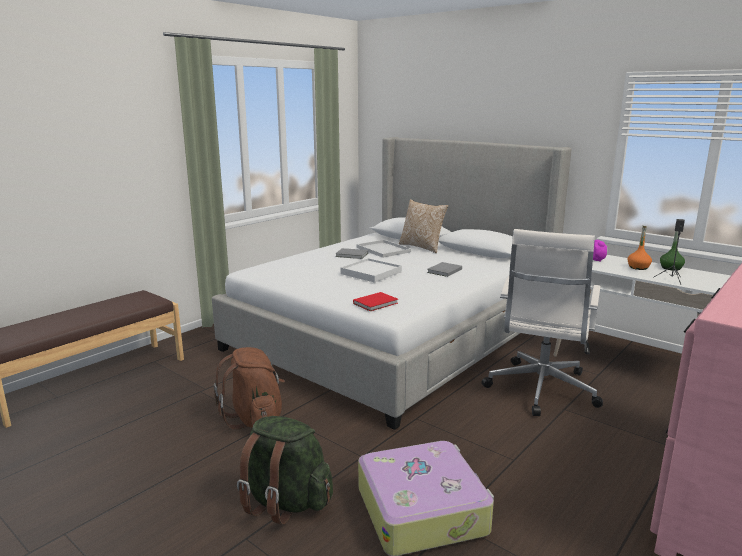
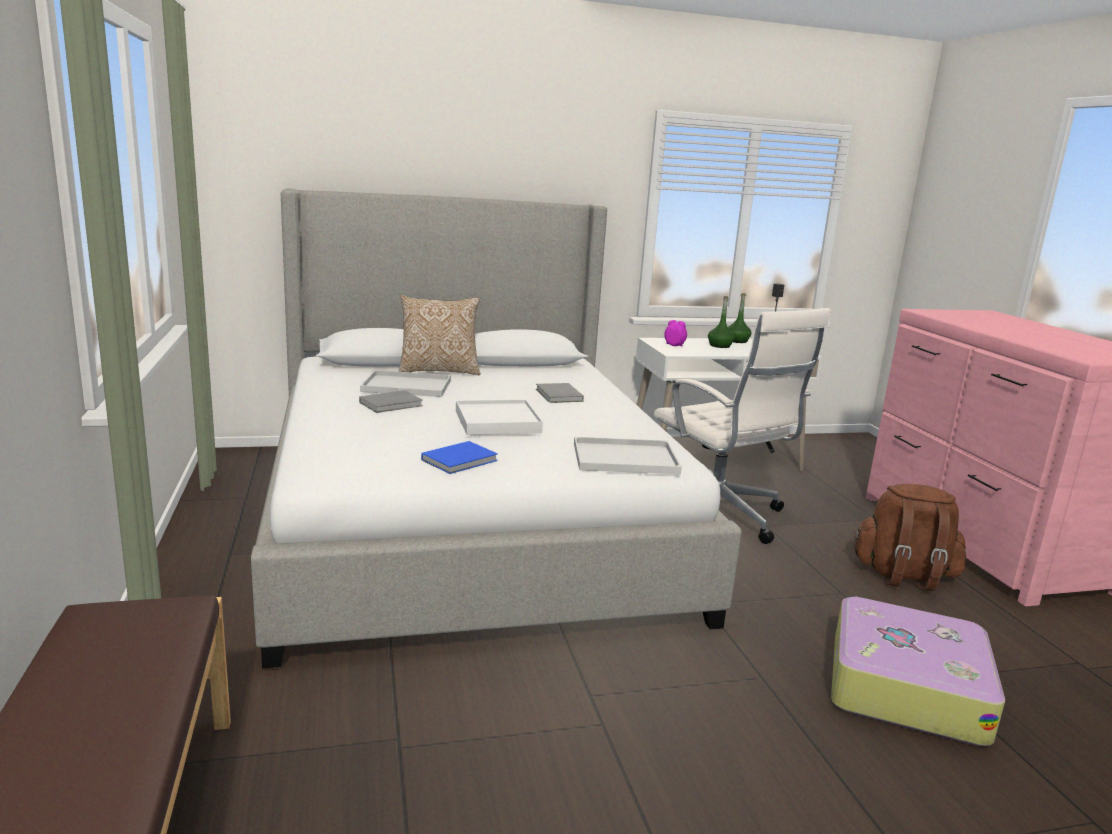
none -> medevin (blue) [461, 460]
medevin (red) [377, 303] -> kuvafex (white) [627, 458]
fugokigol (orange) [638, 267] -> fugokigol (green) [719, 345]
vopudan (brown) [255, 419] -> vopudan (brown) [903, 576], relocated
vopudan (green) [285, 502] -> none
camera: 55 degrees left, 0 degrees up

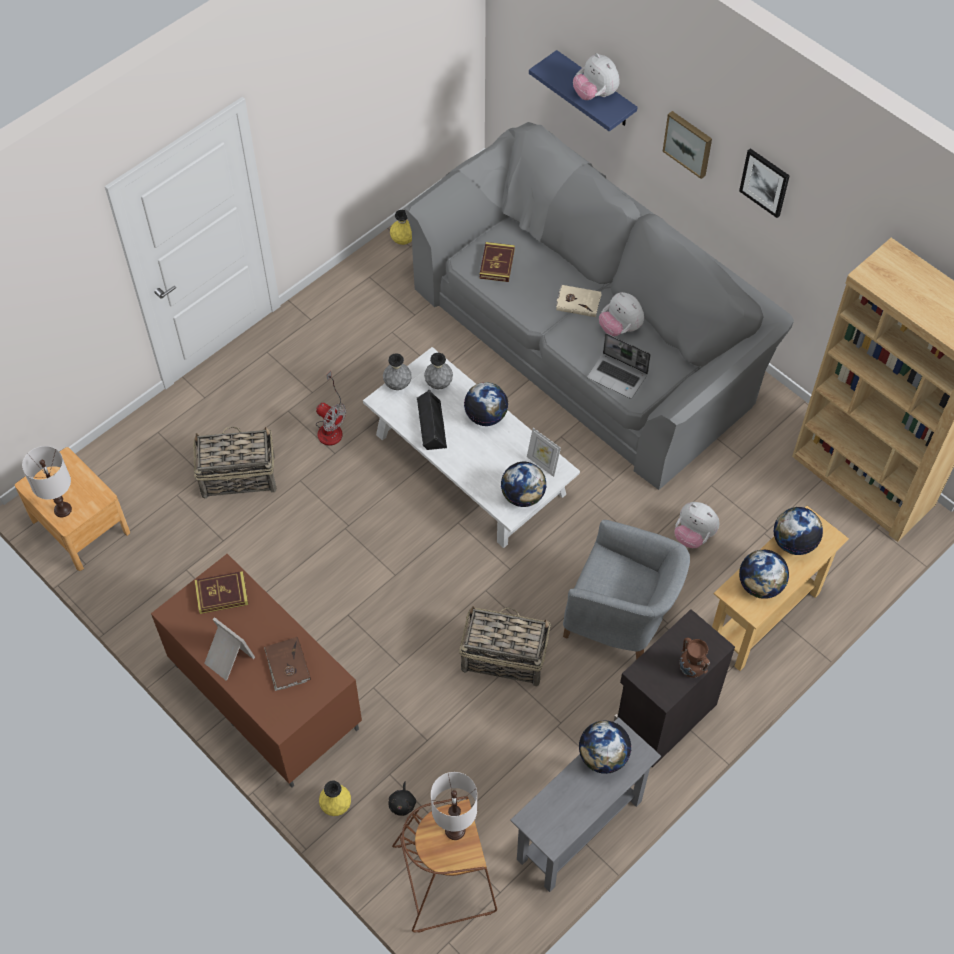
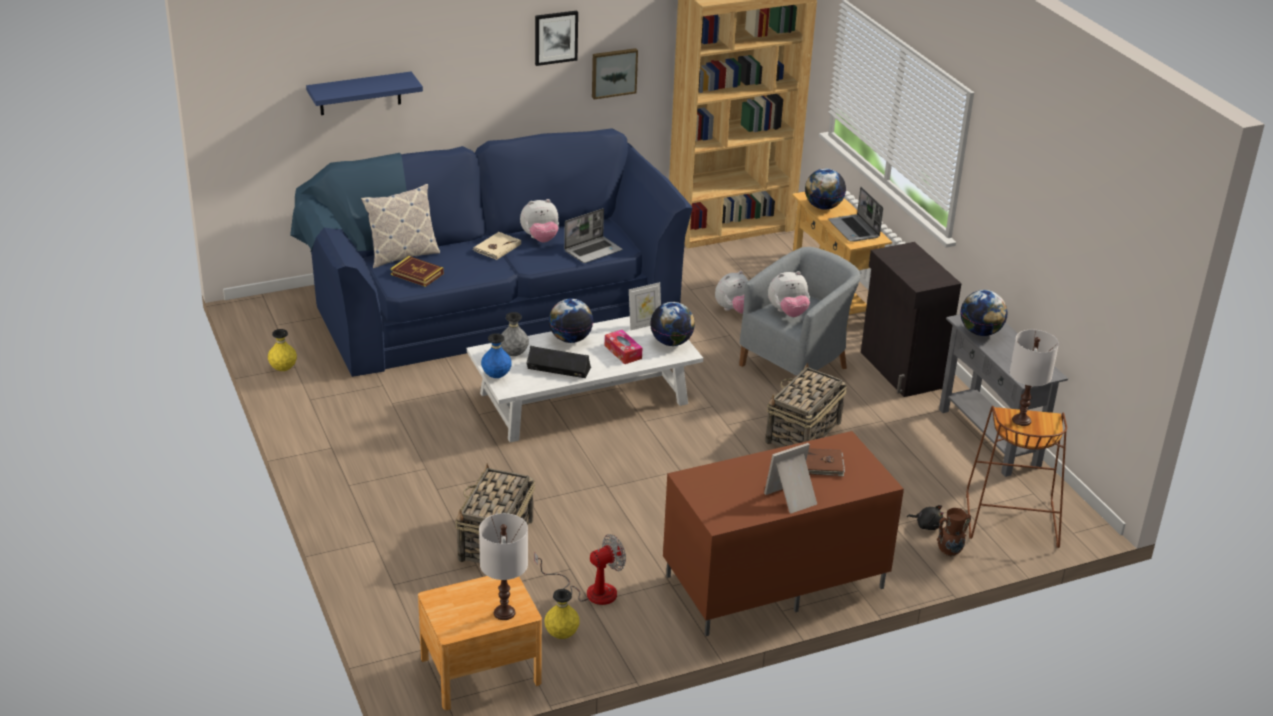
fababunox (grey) [588, 338] -> fababunox (blue) [491, 303]
none -> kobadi [402, 255]
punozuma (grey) [398, 384] -> punozuma (blue) [496, 376]
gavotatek [330, 426] -> gavotatek [590, 591], relocated
punozuma (yellow) [336, 805] -> punozuma (yellow) [561, 635], relocated
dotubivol [689, 143] -> dotubivol [613, 72], relocated
none -> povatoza [623, 352]
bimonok [595, 94] -> bimonok [788, 313], relocated
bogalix [760, 585] -> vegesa [854, 229]
punozuma (brown) [691, 670] -> punozuma (brown) [949, 552], relocated
medevin [222, 594] -> none
camera: 70 degrees left, 25 degrees down

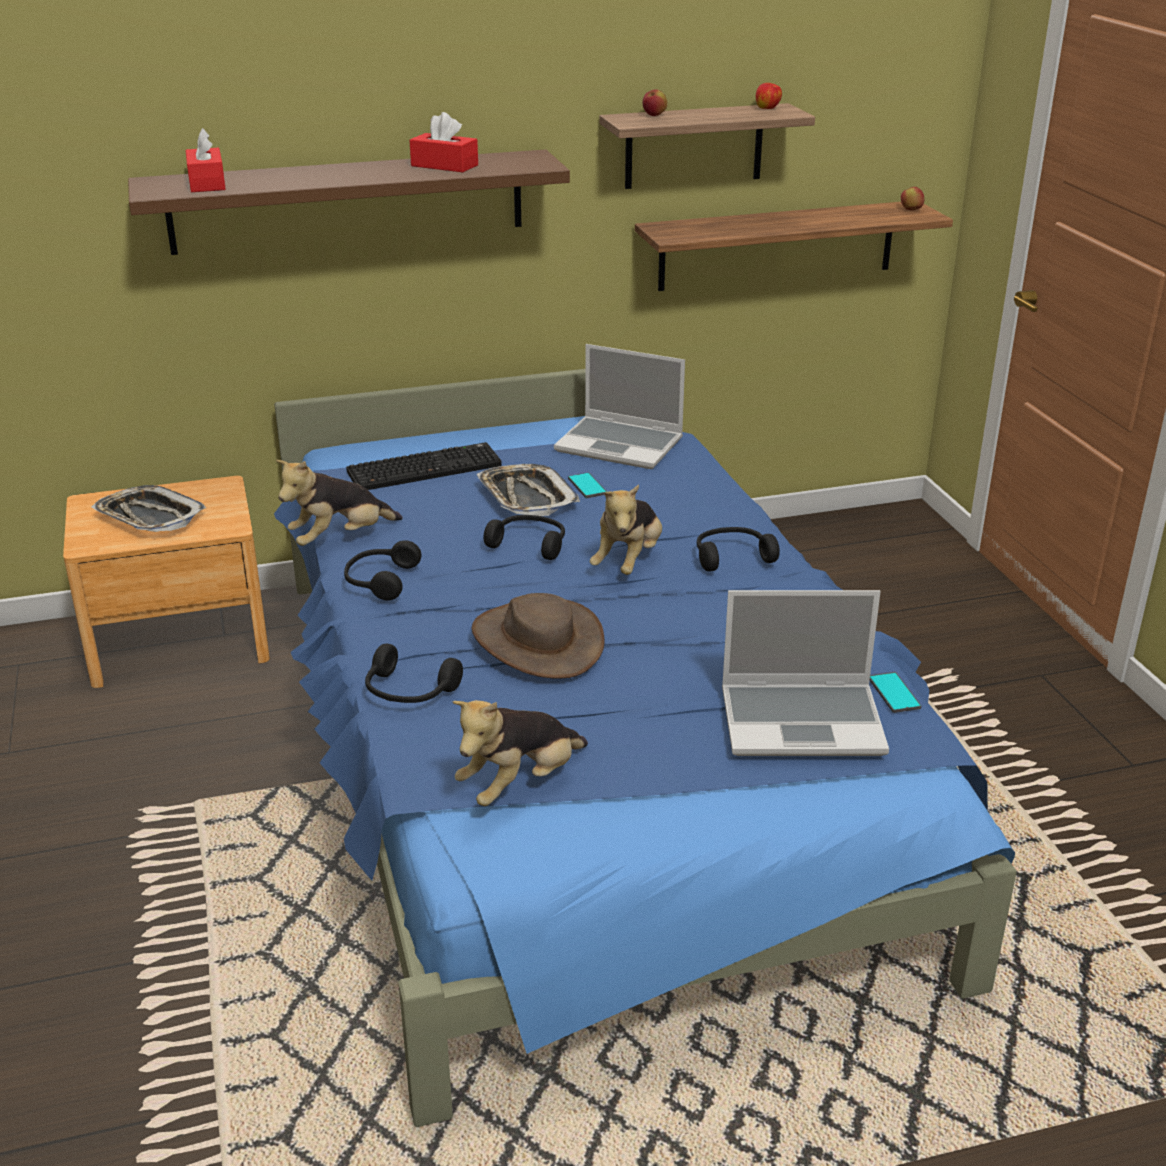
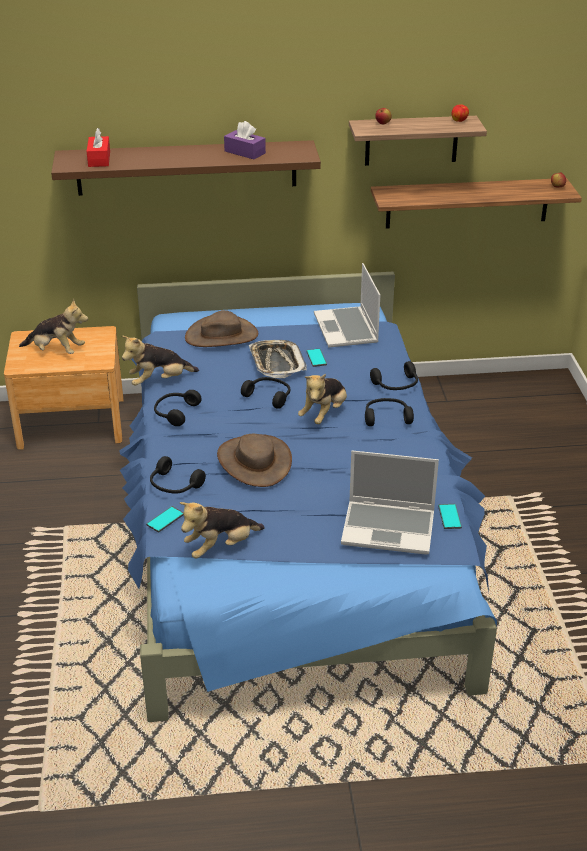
kuvafex [149, 517] -> bimonok [56, 351]
none -> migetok [165, 519]
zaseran [425, 468] -> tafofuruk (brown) [221, 335]
povatoza (red) [444, 165] -> povatoza (purple) [245, 152]
vegesa [621, 445] -> vegesa [347, 329], 45 degrees clockwise
none -> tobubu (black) [396, 385]
camera: 10 degrees right, 5 degrees up

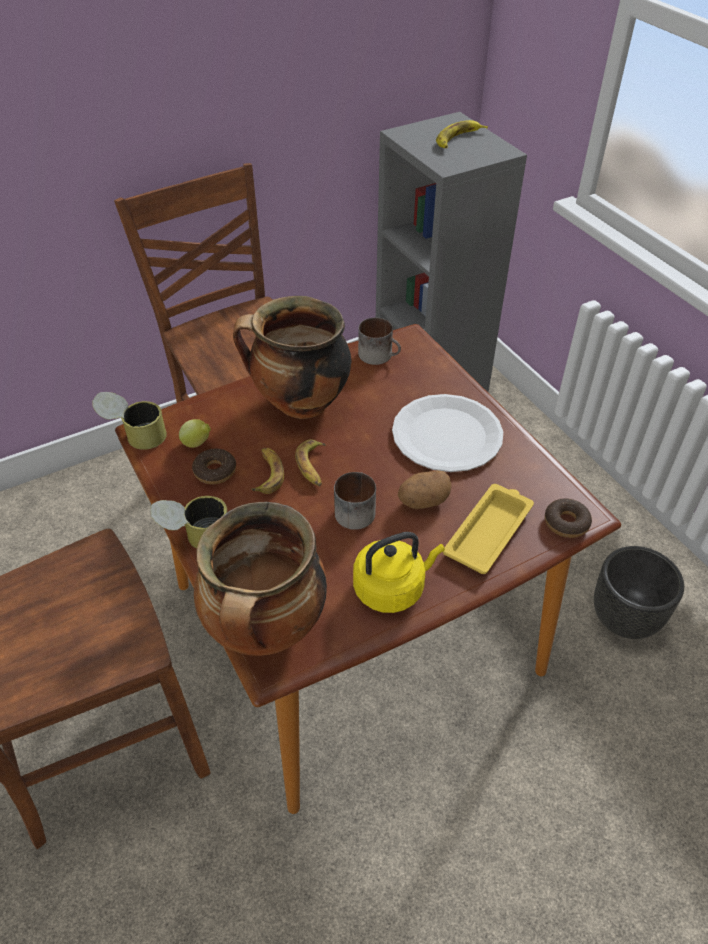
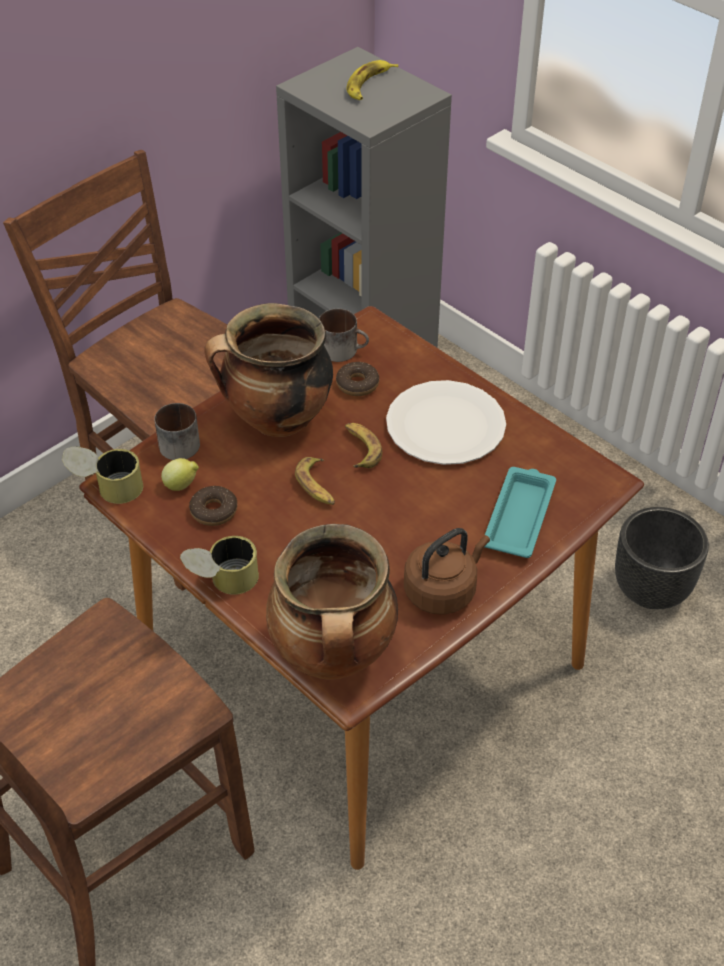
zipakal [354, 509] -> zipakal [178, 442], relocated
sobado [566, 523] -> sobado [357, 384], relocated
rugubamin [267, 474] -> rugubamin [360, 449], relocated
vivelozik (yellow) [392, 588] -> vivelozik (brown) [443, 590]
kuvafex (yellow) [489, 531] -> kuvafex (turquoise) [519, 516]
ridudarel [423, 501] -> none
camera: 15 degrees left, 0 degrees up

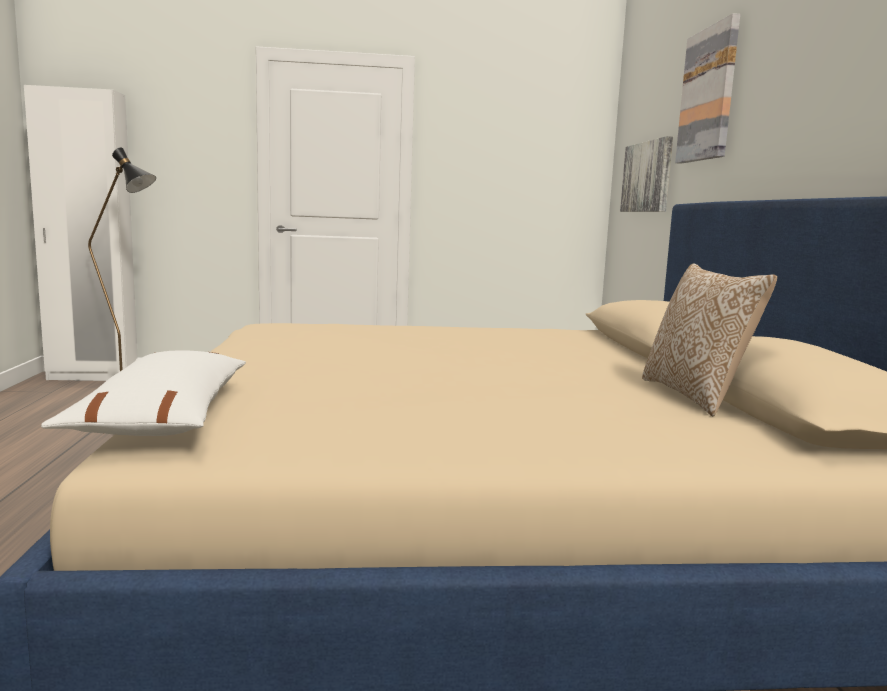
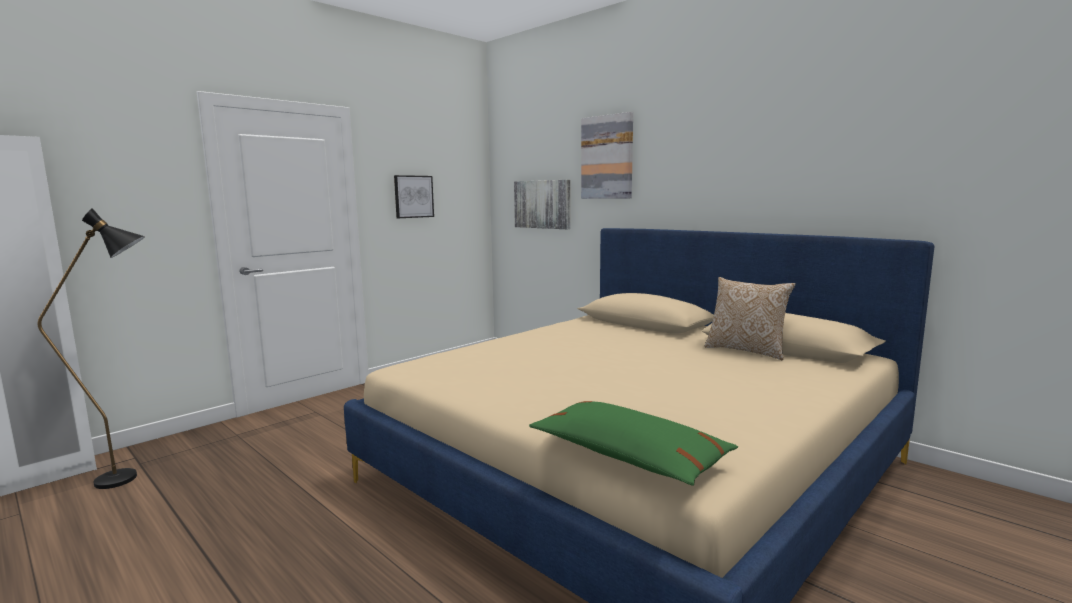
none -> dotubivol [413, 196]
kobadi (white) [165, 416] -> kobadi (green) [628, 456]
camera: 40 degrees left, 0 degrees up

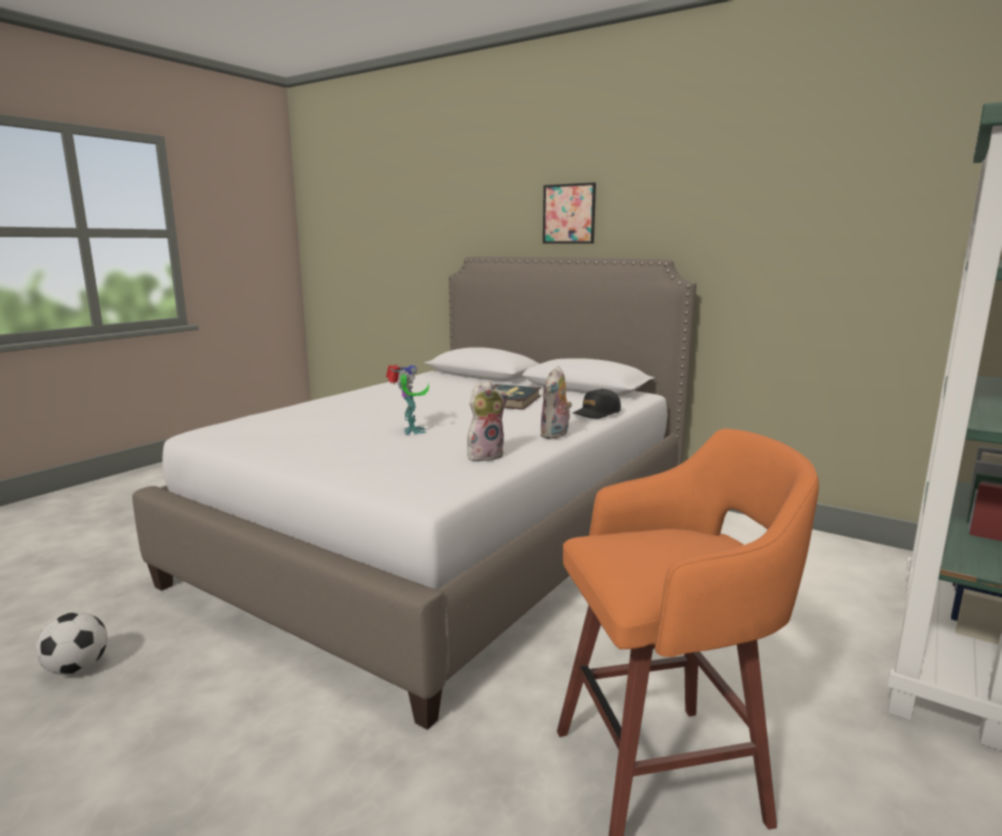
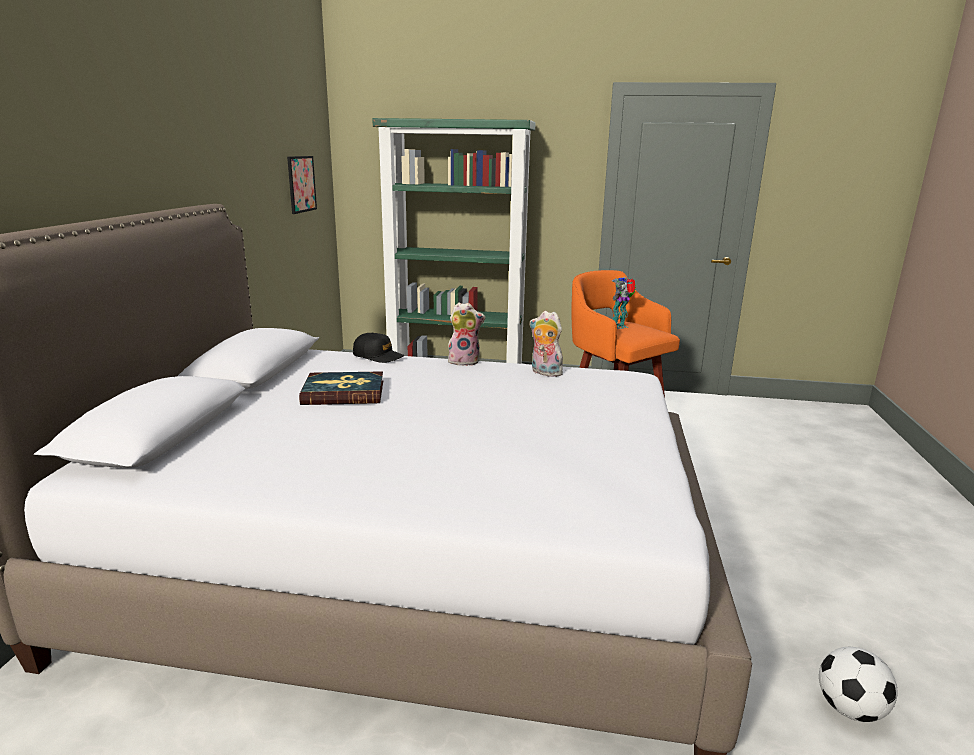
dotubivol [569, 214] -> dotubivol [301, 184], relocated
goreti [410, 431] -> goreti [619, 327], relocated
camera: 115 degrees left, 5 degrees up

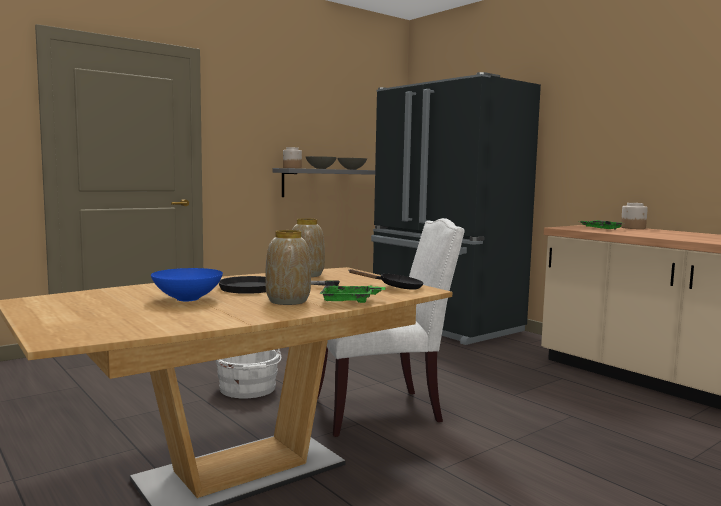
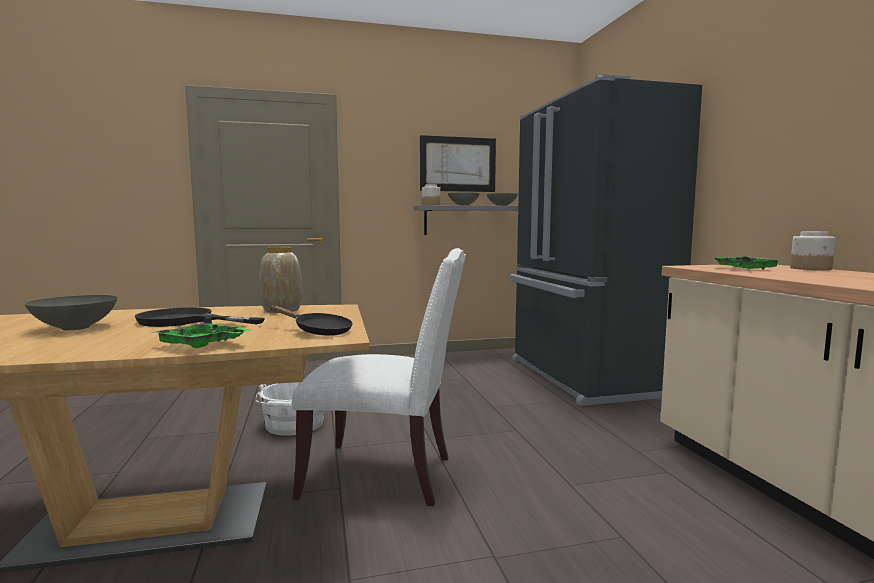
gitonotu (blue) [187, 299] -> gitonotu (grey) [74, 328]
none -> dotubivol [458, 164]
punozuma [288, 301] -> none
camera: 25 degrees right, 0 degrees up

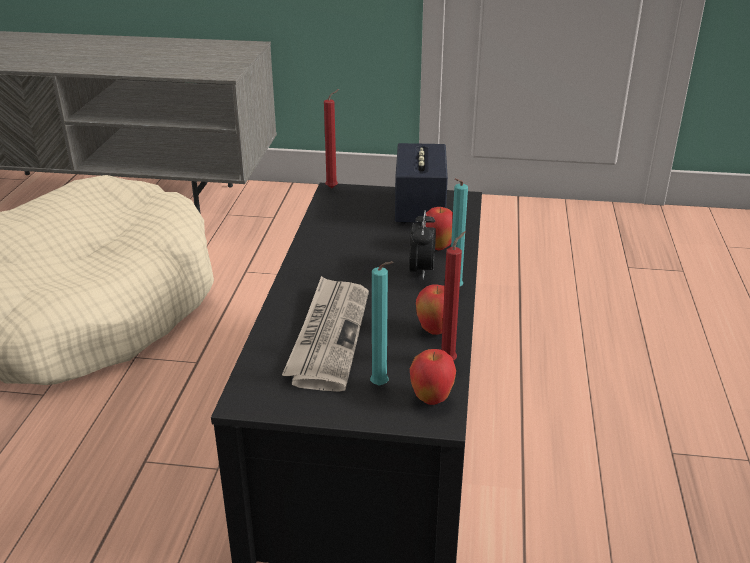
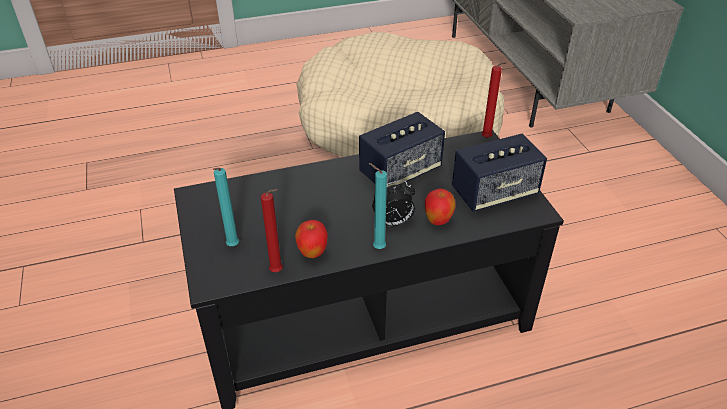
none -> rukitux [400, 172]
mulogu [328, 335] -> none
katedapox [431, 399] -> none
camera: 65 degrees right, 10 degrees up

